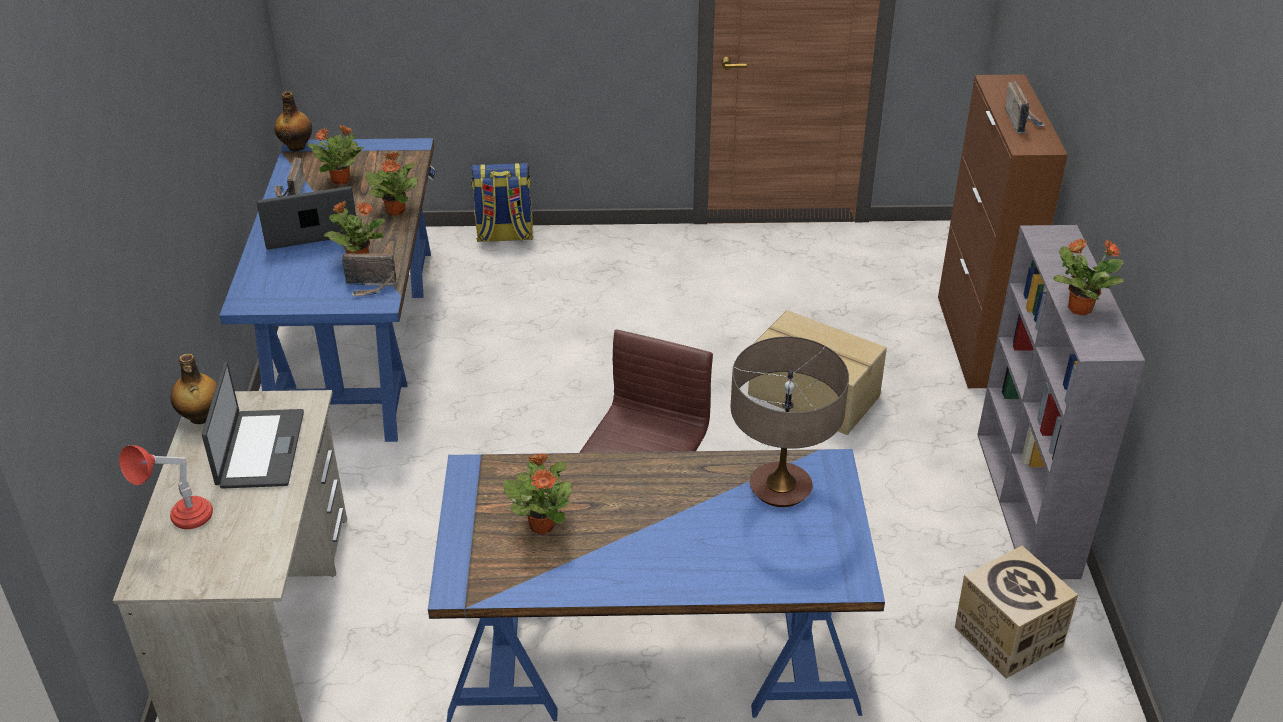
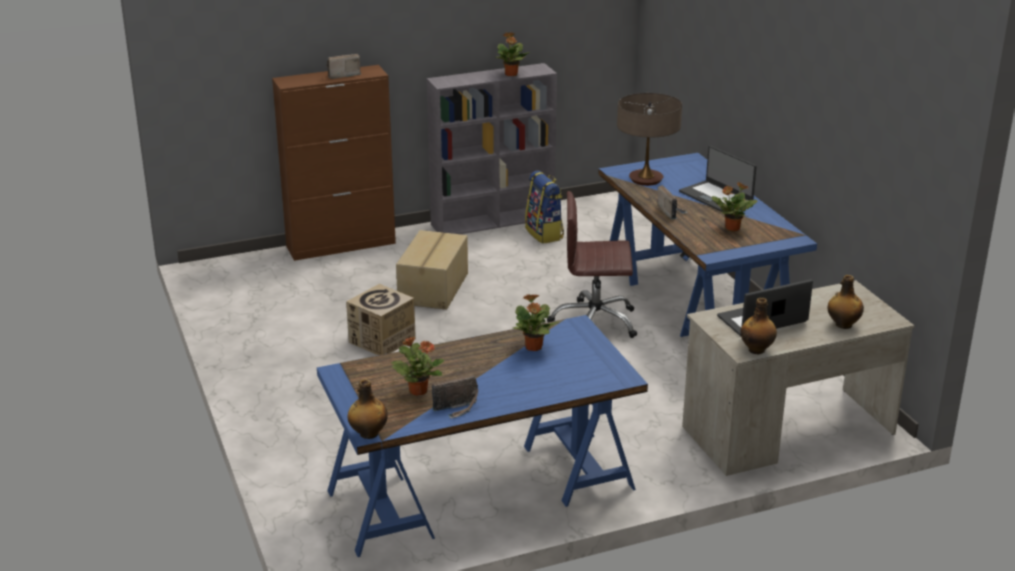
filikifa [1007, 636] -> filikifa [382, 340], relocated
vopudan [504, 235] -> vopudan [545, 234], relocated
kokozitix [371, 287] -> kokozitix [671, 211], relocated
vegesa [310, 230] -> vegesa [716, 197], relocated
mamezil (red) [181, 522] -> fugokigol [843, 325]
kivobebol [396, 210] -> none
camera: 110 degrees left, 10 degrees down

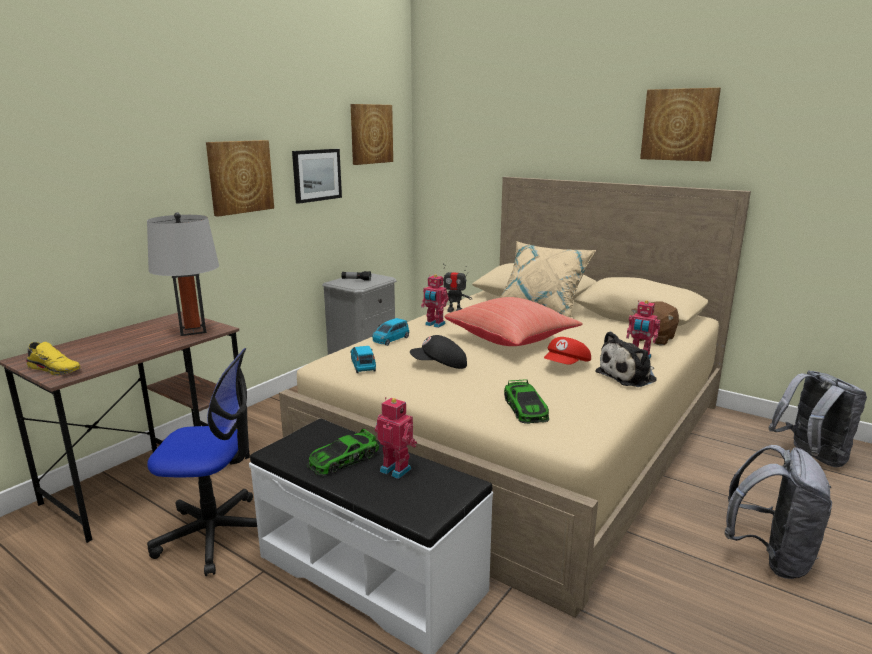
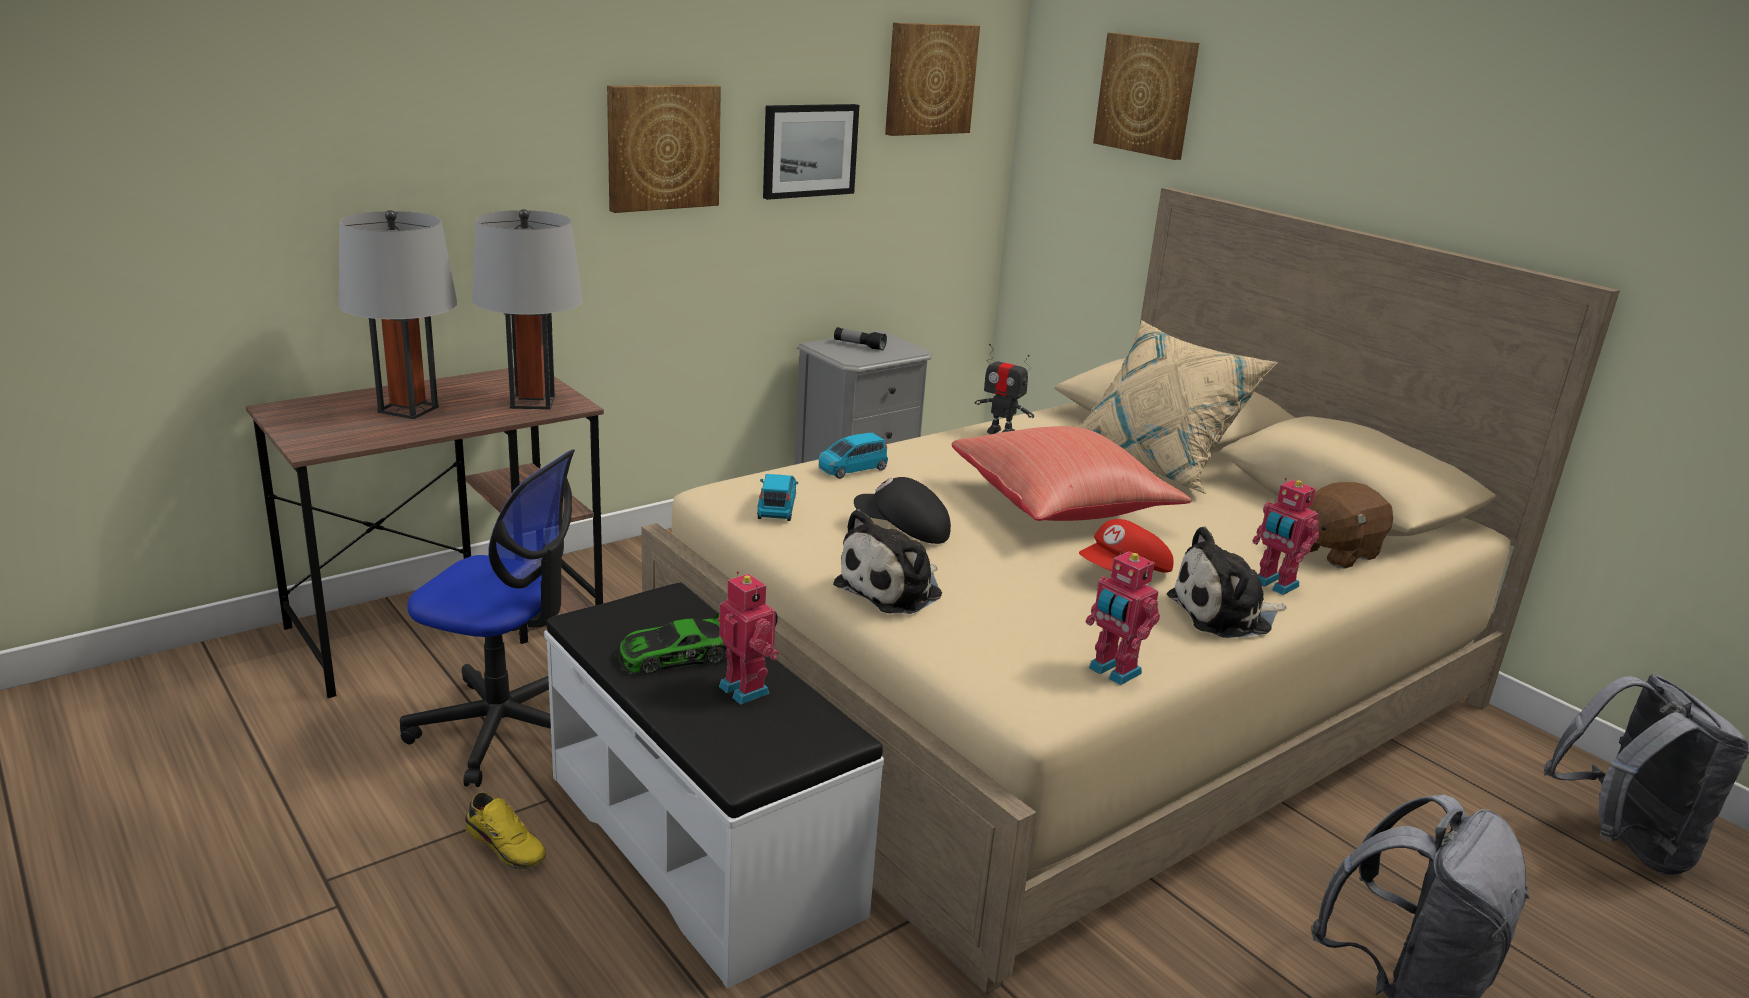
none -> mamezil (grey) [408, 409]
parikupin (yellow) [56, 369] -> parikupin (yellow) [507, 845], relocated
none -> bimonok [894, 589]
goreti [434, 324] -> goreti [1112, 672], relocated
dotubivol [679, 125] -> dotubivol [1147, 95], relocated
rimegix [525, 408] -> none
camera: 15 degrees right, 5 degrees up

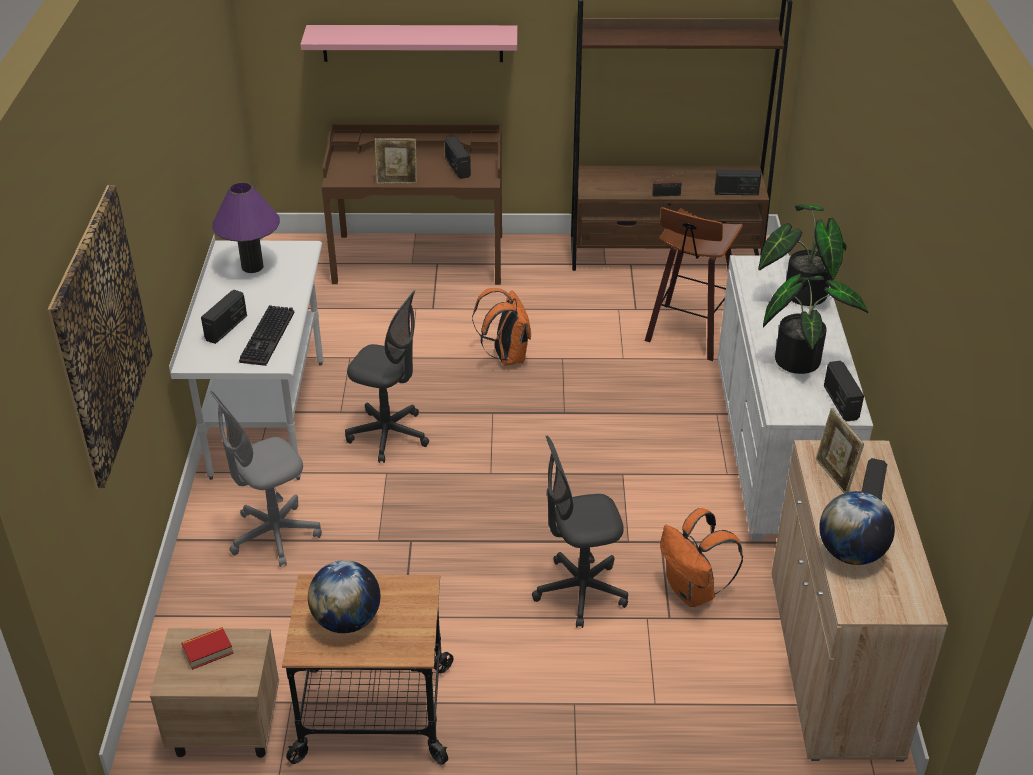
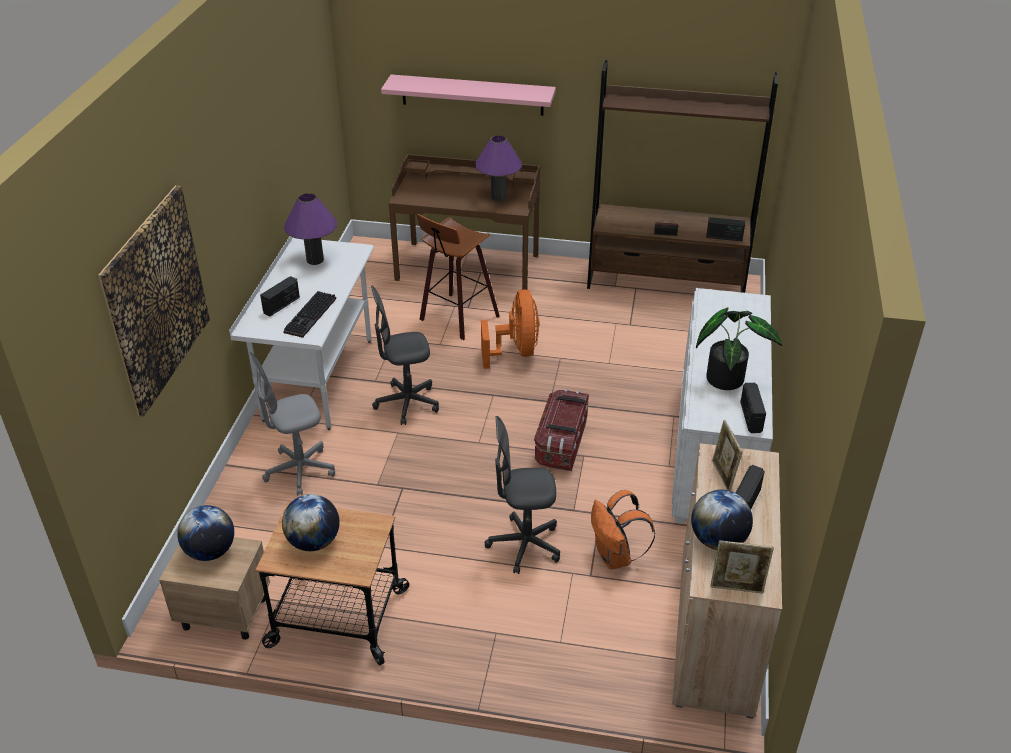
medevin [208, 651] -> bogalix [210, 551]
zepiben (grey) [388, 435] -> zepiben (grey) [407, 403], 135 degrees clockwise
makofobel [690, 334] -> makofobel [456, 318], relocated
kokozitix [457, 168] -> mamezil (purple) [498, 197]
vopudan (orange) [506, 357] -> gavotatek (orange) [515, 352]
none -> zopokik [561, 443]
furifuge [397, 182] -> furifuge [737, 588], relocated
kivobebol [799, 294] -> none
camera: 10 degrees right, 0 degrees up

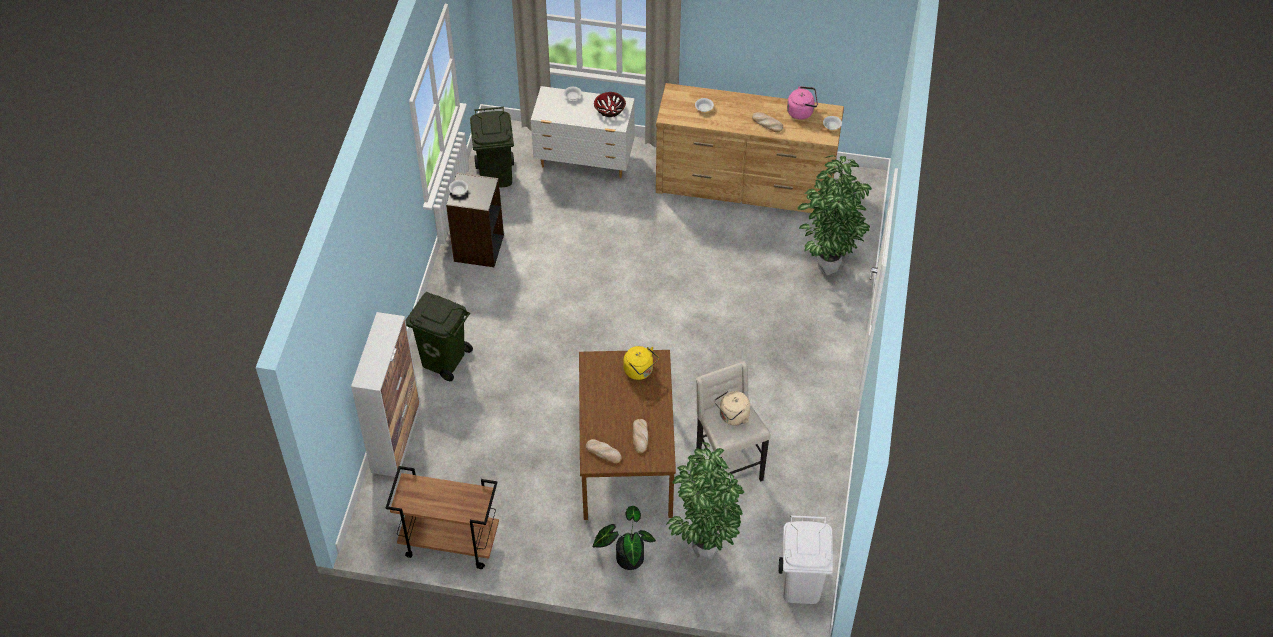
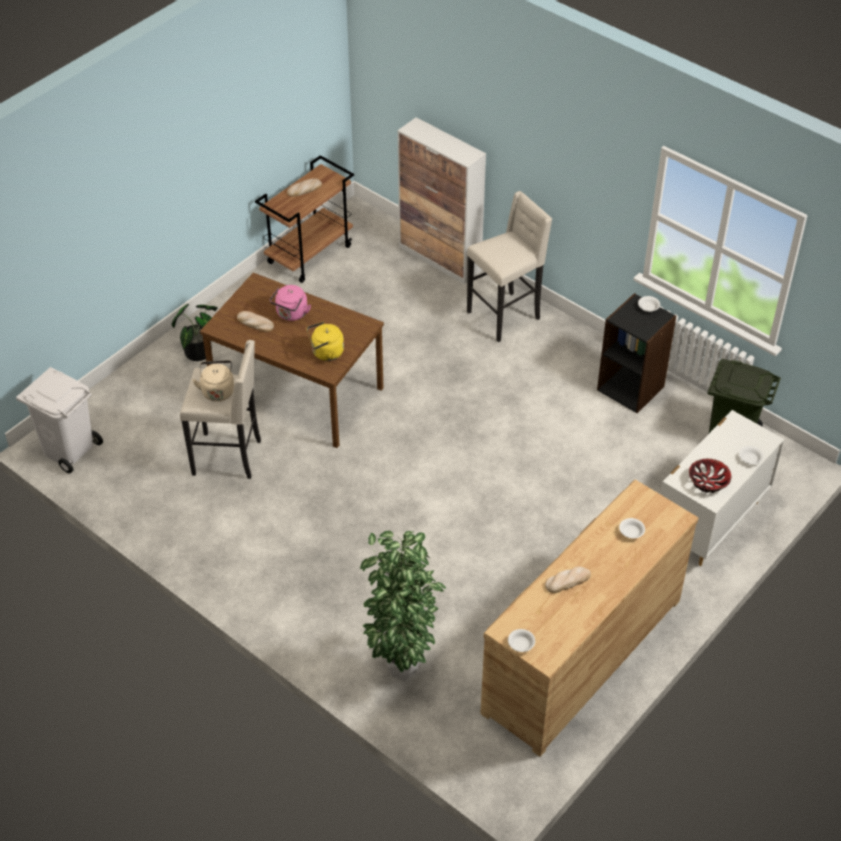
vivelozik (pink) [802, 111] -> vivelozik (pink) [291, 314], relocated
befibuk [604, 452] -> befibuk [304, 189], relocated
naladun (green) [443, 359] -> makofobel (beige) [505, 315]
kivobebol [702, 552] -> none
camera: 120 degrees right, 5 degrees down

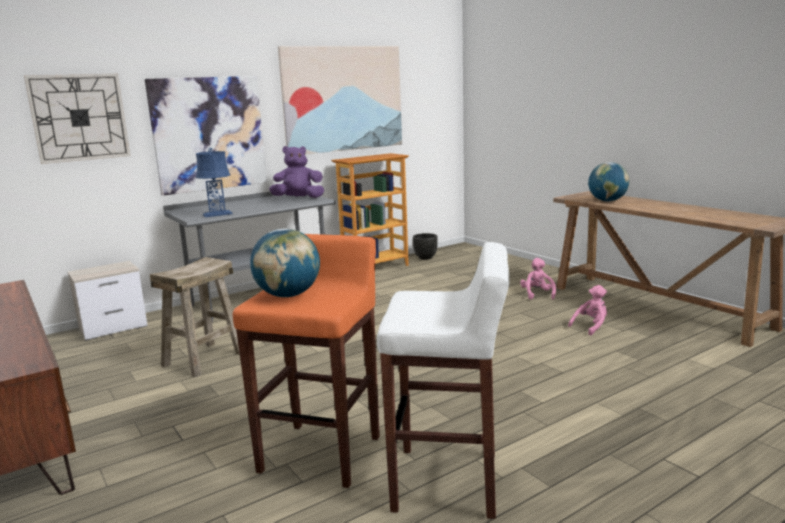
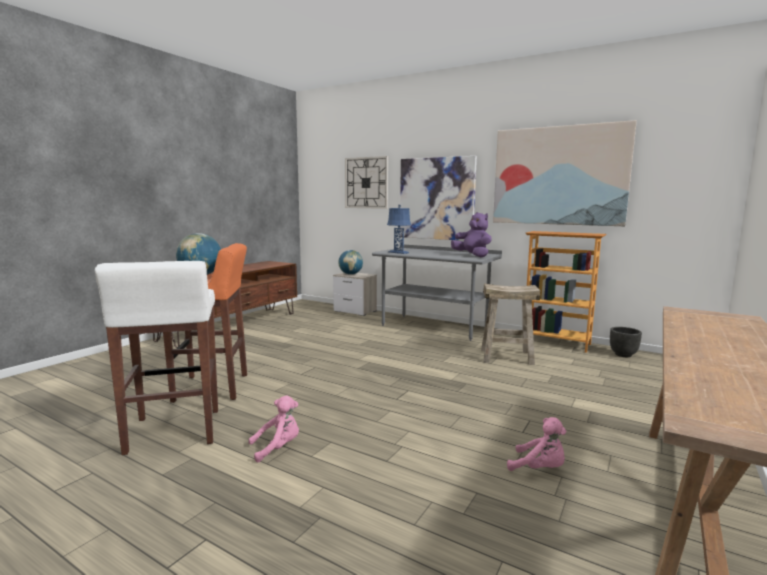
bimonok (pink) [537, 294] -> bimonok (pink) [278, 448], relocated
bogalix [607, 201] -> bogalix [350, 274], relocated
makofobel (beige) [203, 359] -> makofobel (beige) [506, 357], relocated
camera: 65 degrees right, 5 degrees down

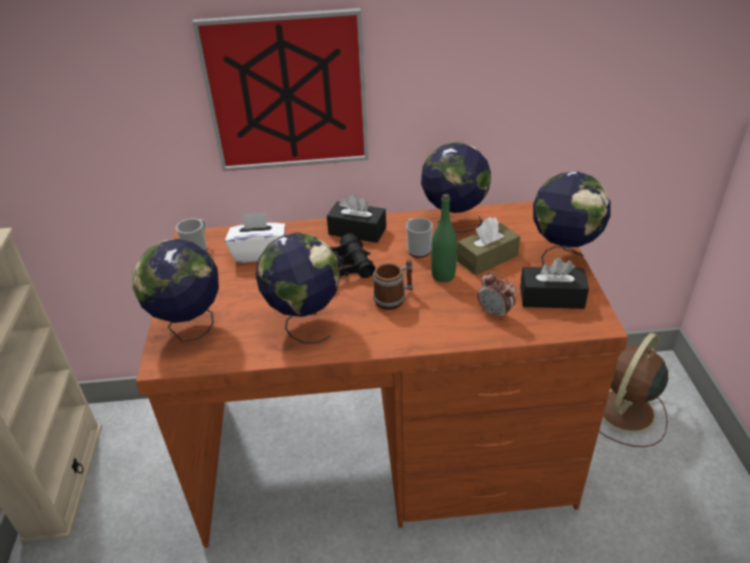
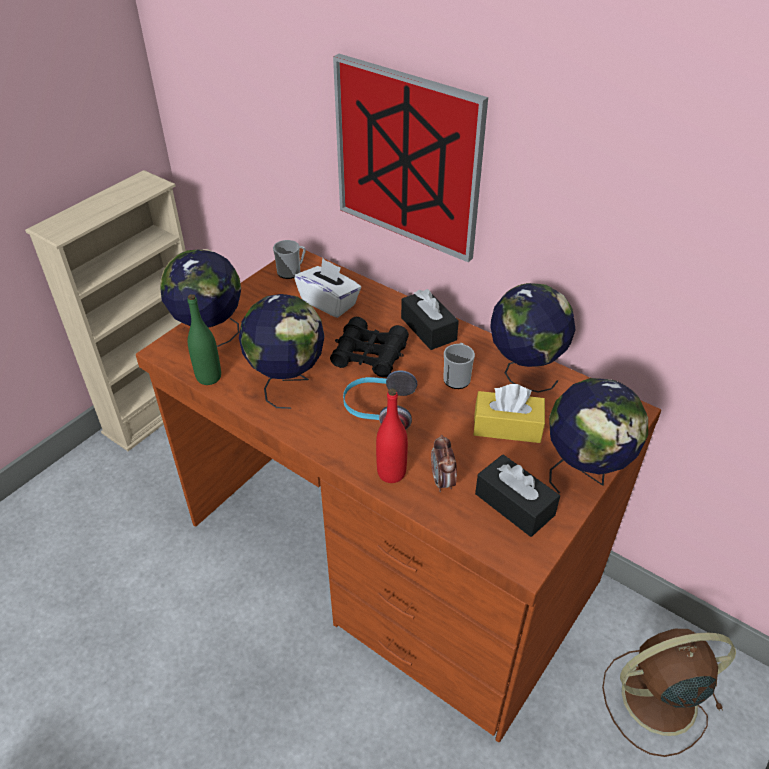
fugokigol (green) [443, 275] -> fugokigol (green) [209, 377], relocated
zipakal [394, 298] -> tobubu [379, 409]
none -> fugokigol (red) [391, 473]
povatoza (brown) [487, 258] -> povatoza (yellow) [507, 426]
camera: 40 degrees right, 5 degrees up

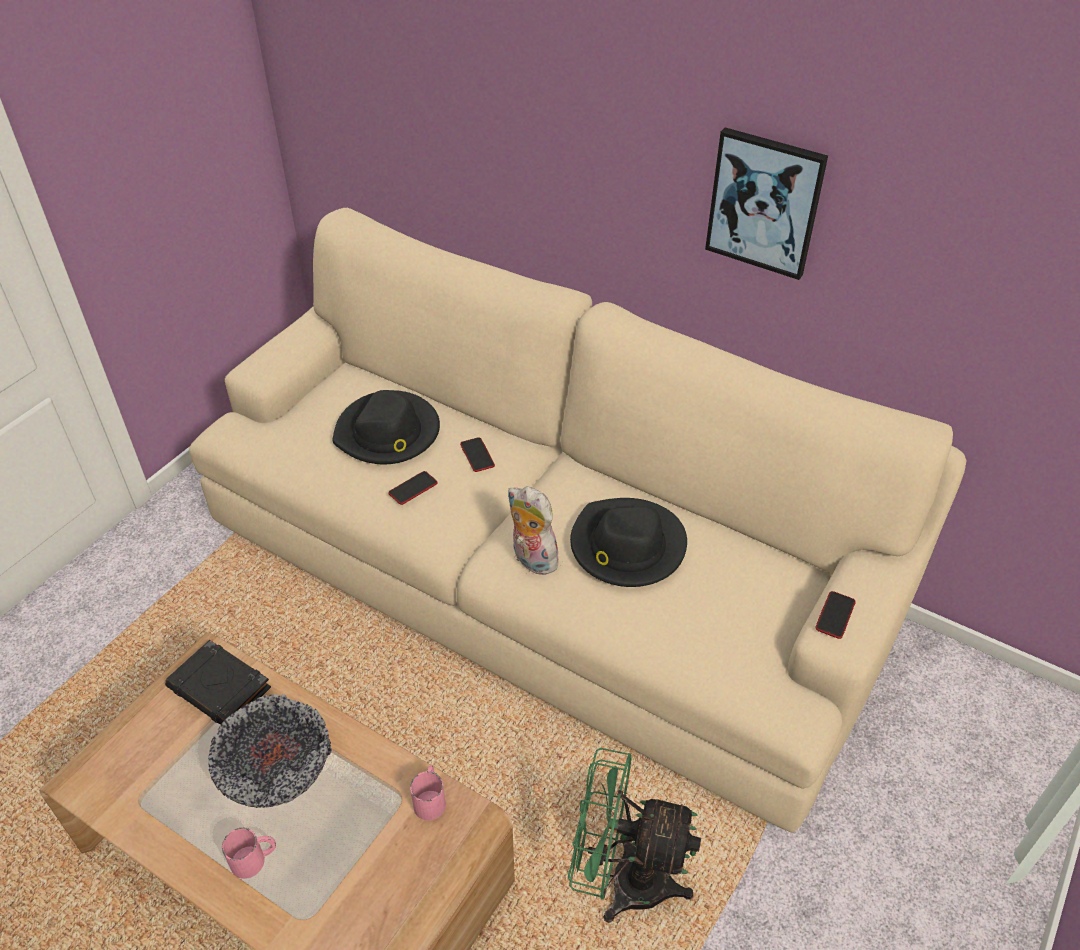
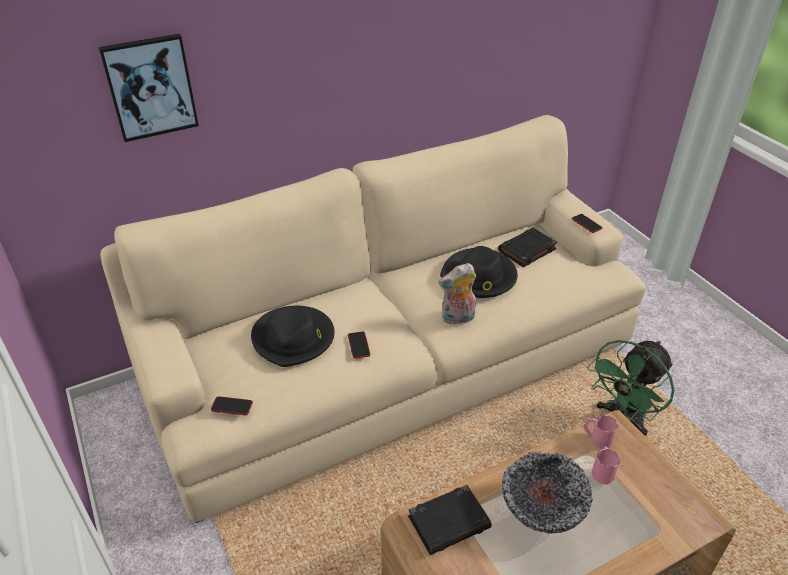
dotubivol [765, 203] -> dotubivol [150, 87], relocated
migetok [477, 455] -> migetok [232, 406], relocated
none -> medevin (black) [526, 250]
zipakal (pink) [255, 859] -> zipakal (pink) [602, 470], relocated
camera: 60 degrees left, 5 degrees down

